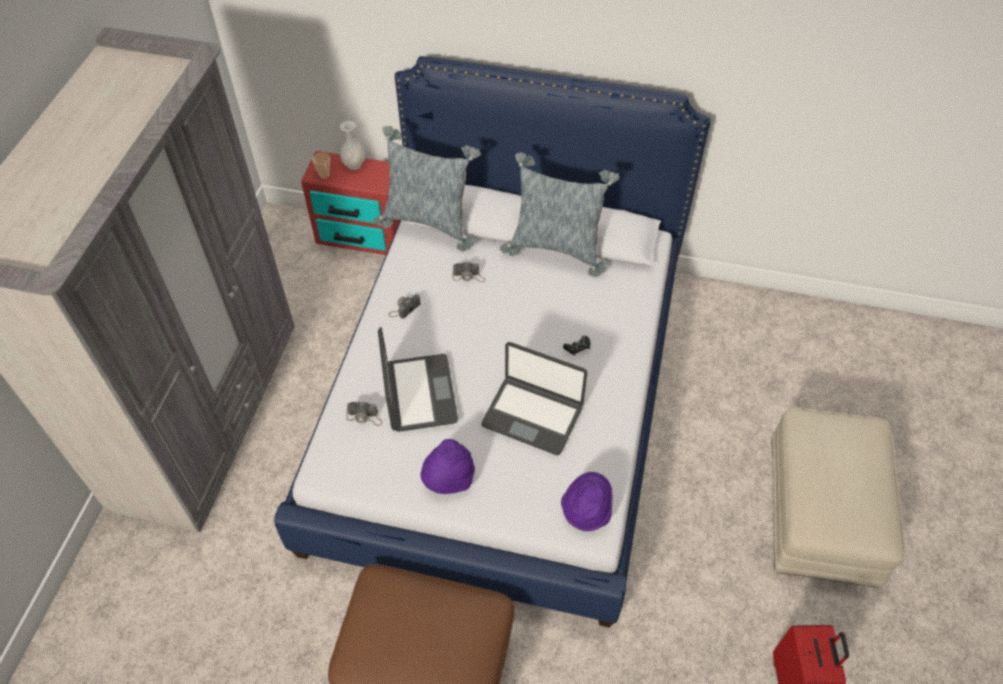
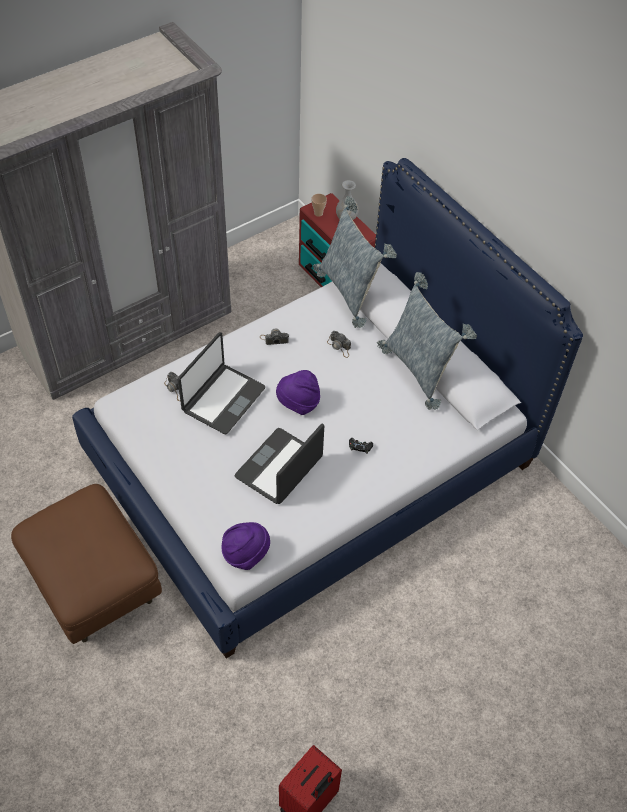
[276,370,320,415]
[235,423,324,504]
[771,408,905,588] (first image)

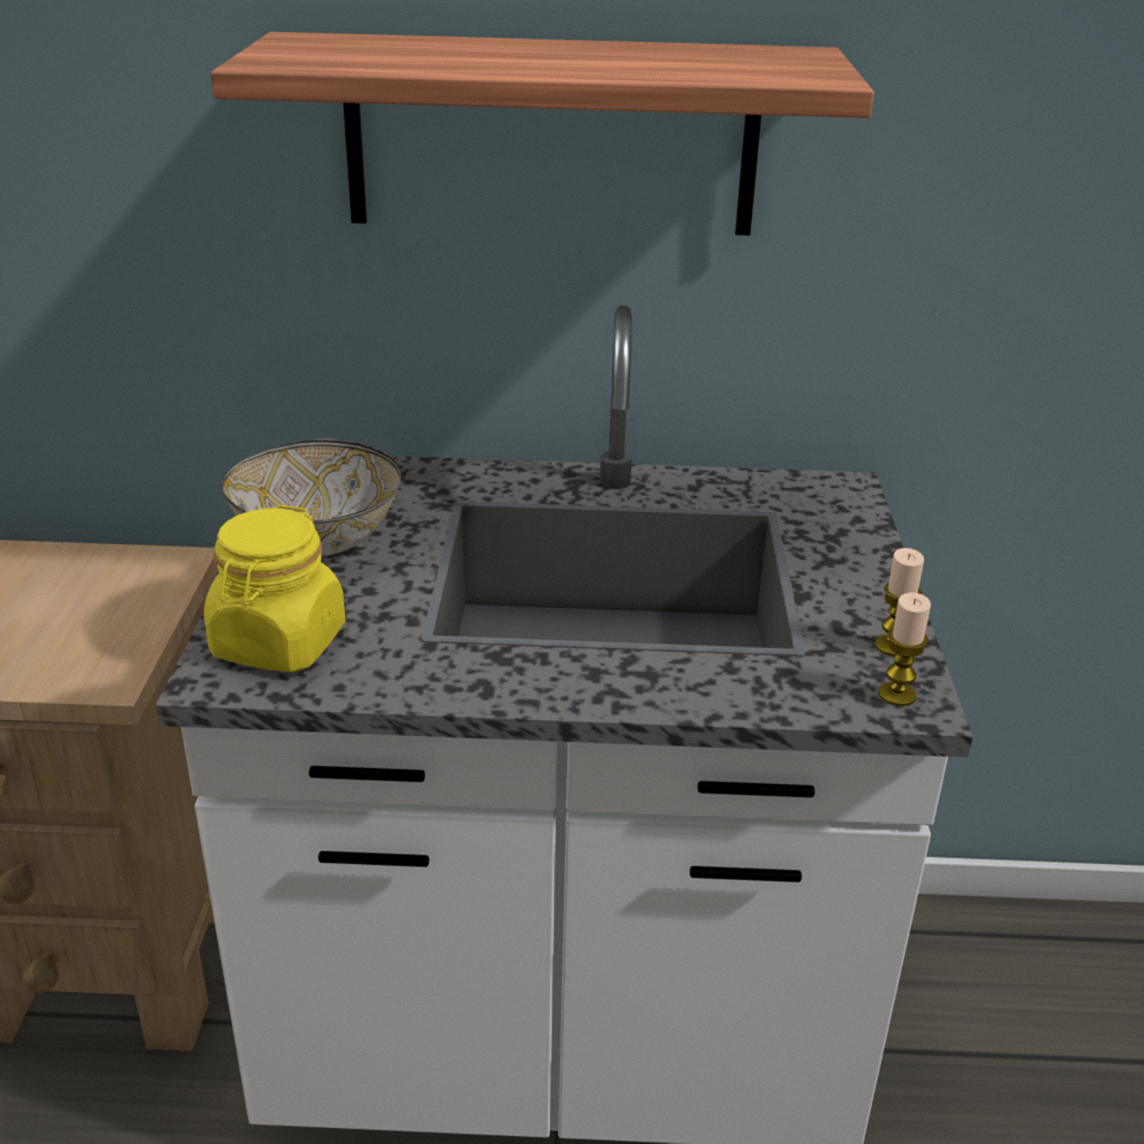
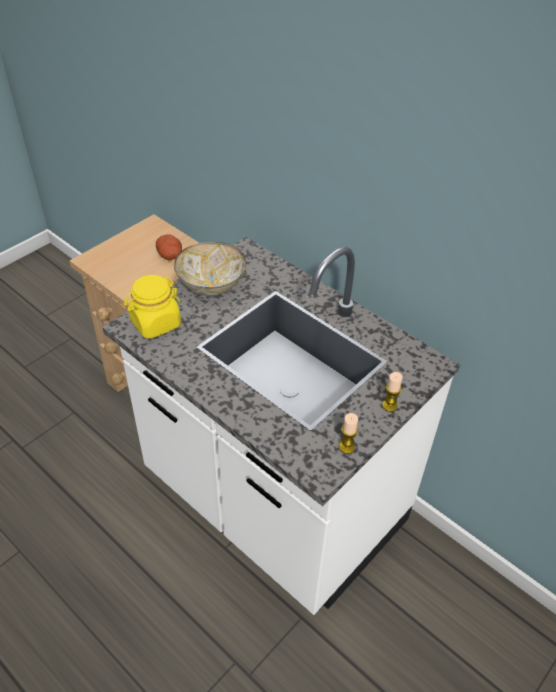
[211,32,874,236] (first image)
[382,372,402,412]
[156,235,182,260]

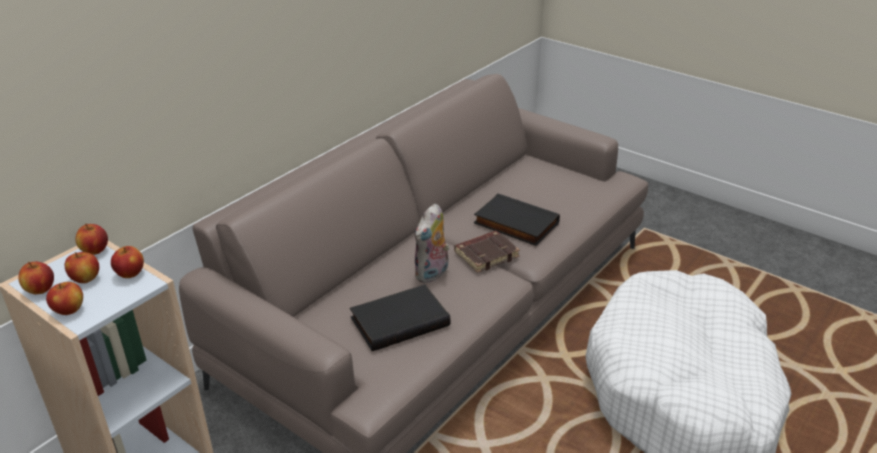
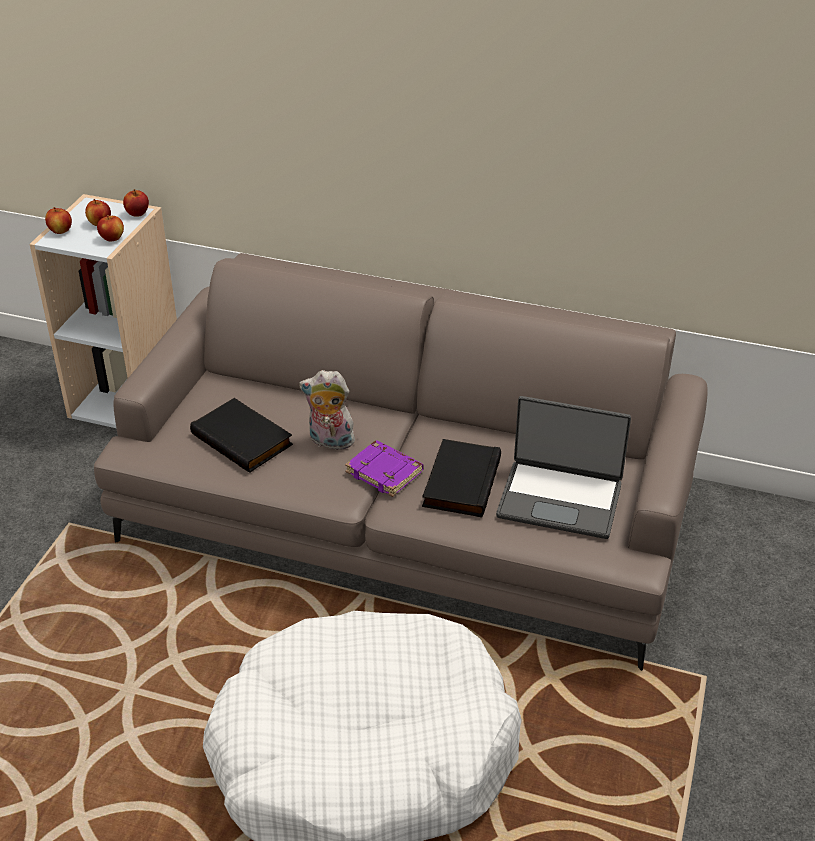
[18,262,54,294] (first image)
[345,440,424,497]
[496,396,631,539]

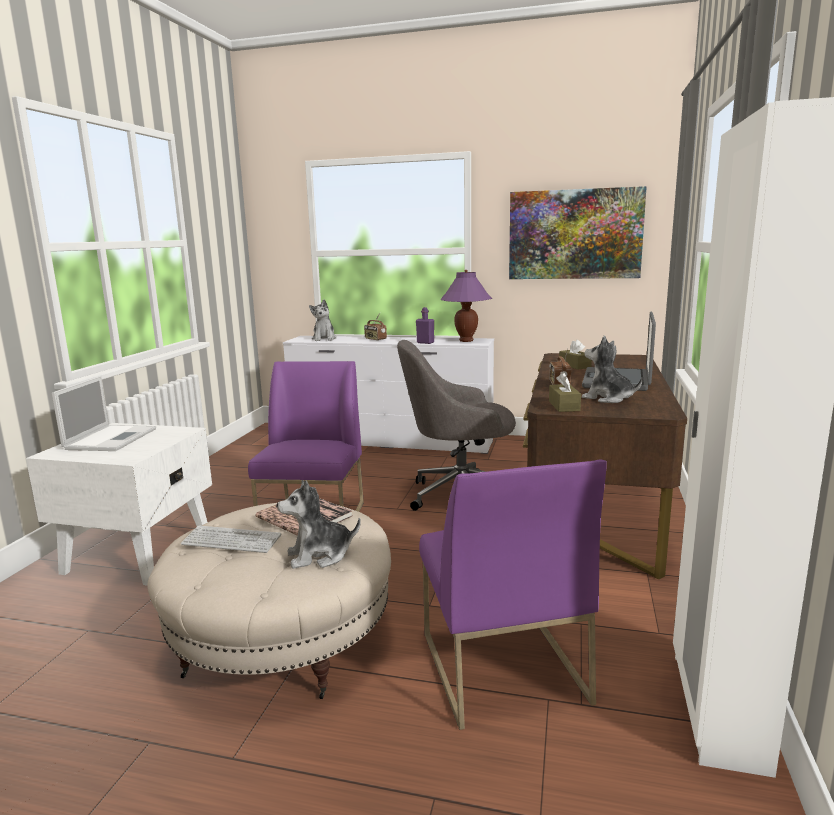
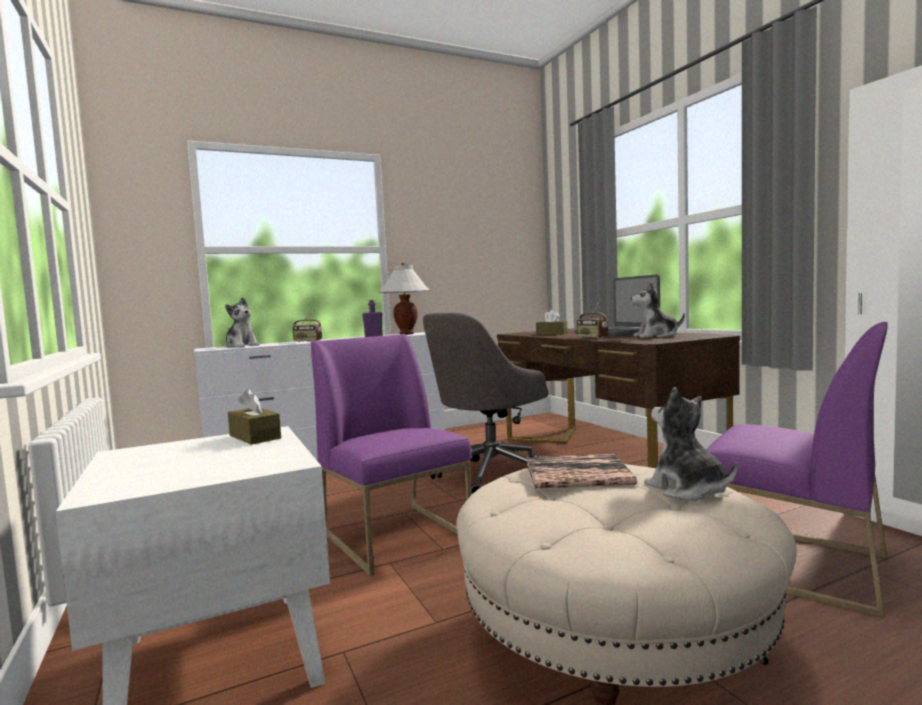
[52,376,156,451] (first image)
[181,526,281,553] (first image)
[644,387,737,501]
[378,263,430,335]
[509,186,647,279] (first image)
[228,389,281,445]

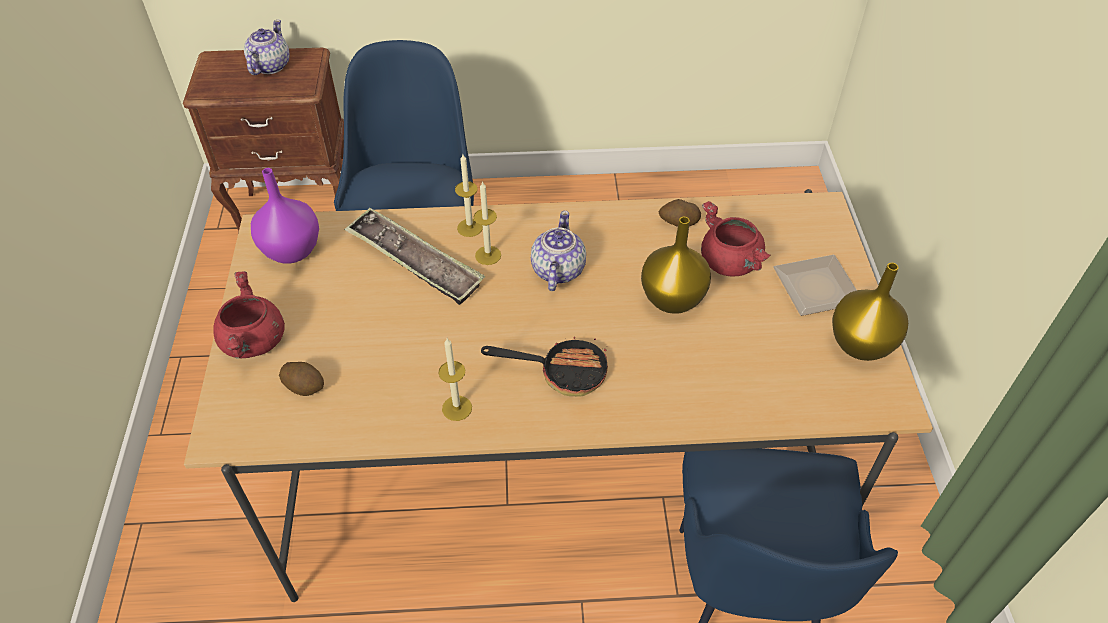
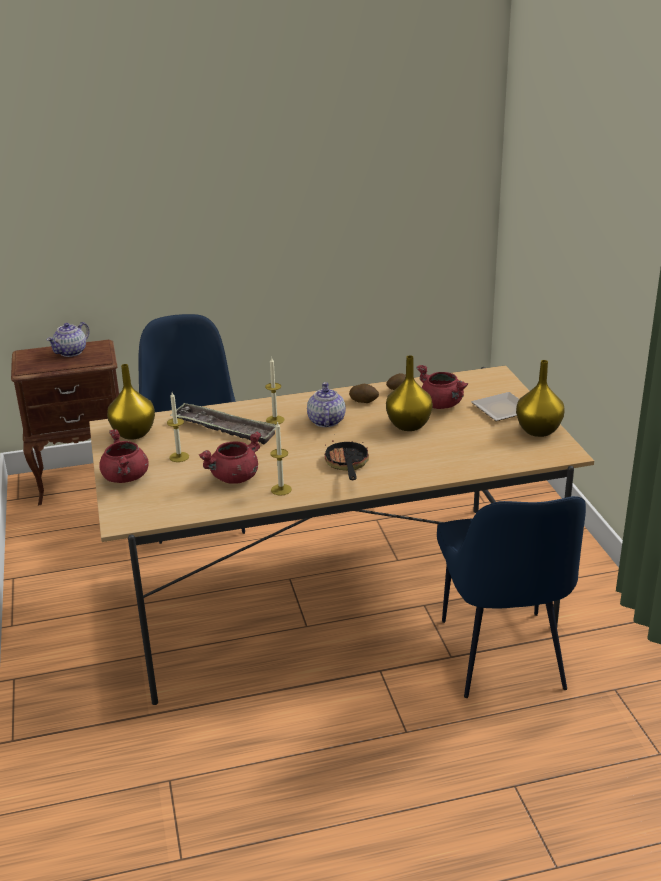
[47,322,89,357]
[107,364,155,440]
[349,384,379,403]
[167,392,189,462]
[325,440,369,480]
[198,432,262,484]

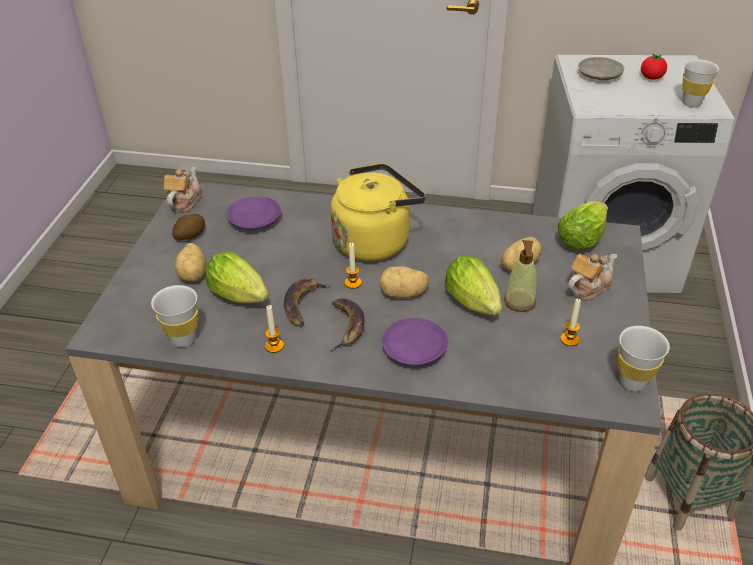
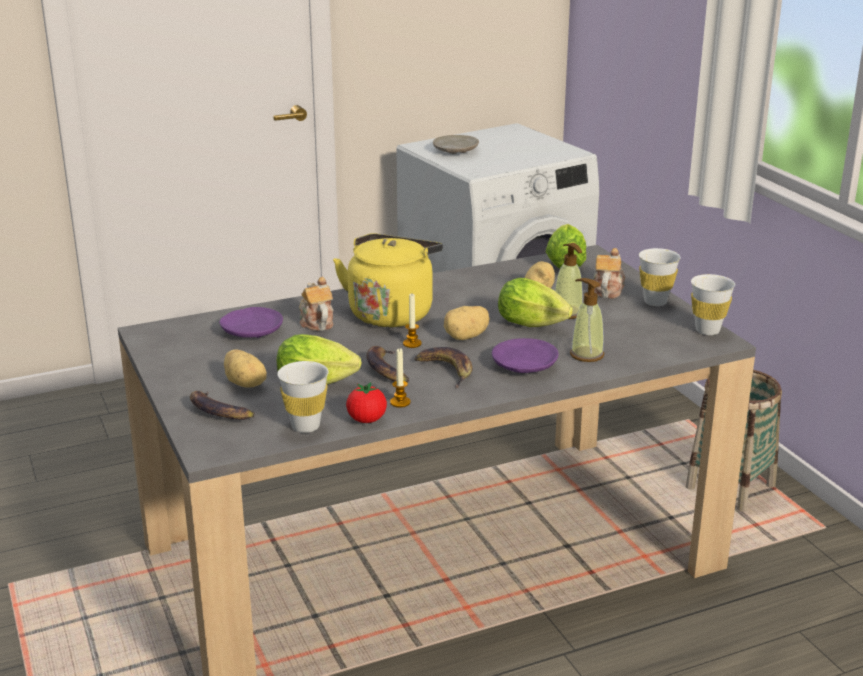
[299,277,334,331]
[172,214,205,240] (first image)
[560,298,581,346] (first image)
[346,382,387,423]
[639,248,681,306]
[190,391,255,420]
[570,278,604,362]

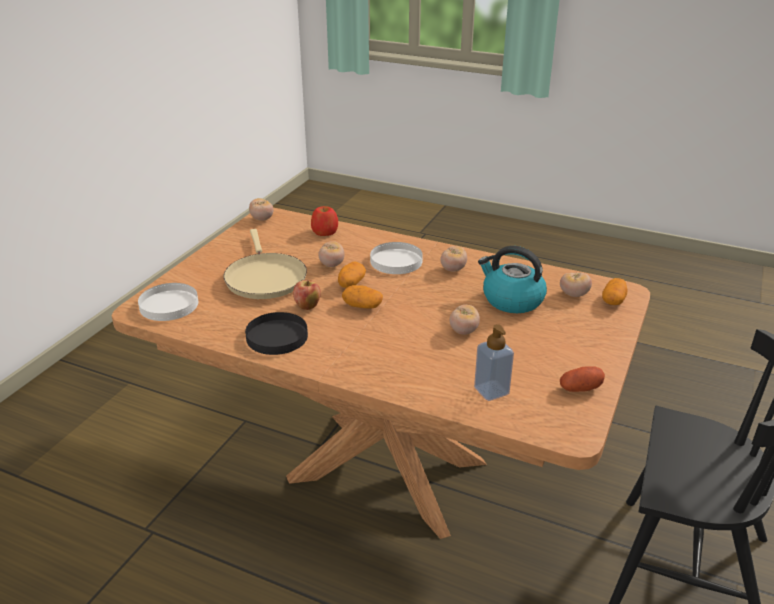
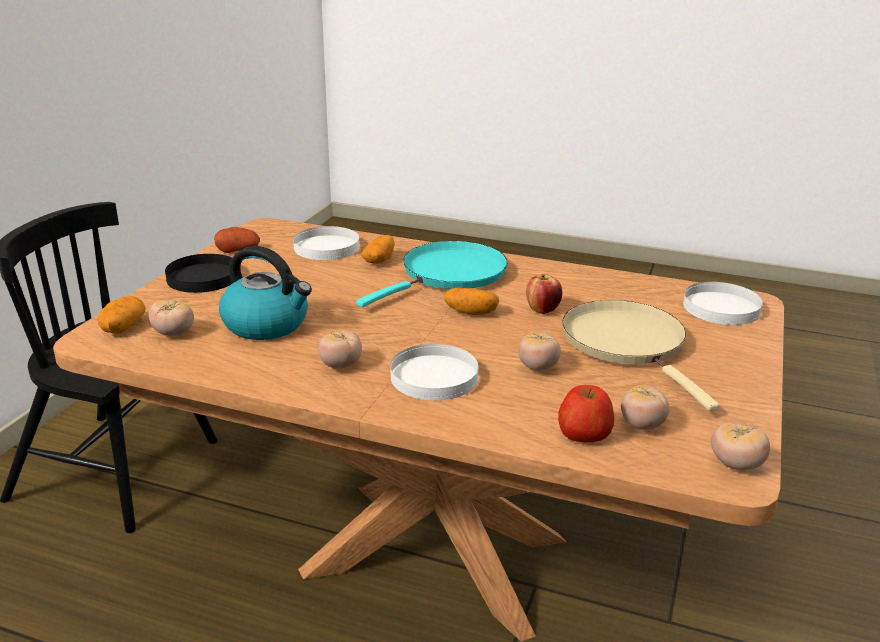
[165,254,232,293]
[361,235,395,264]
[621,385,670,430]
[293,226,359,260]
[356,241,508,307]

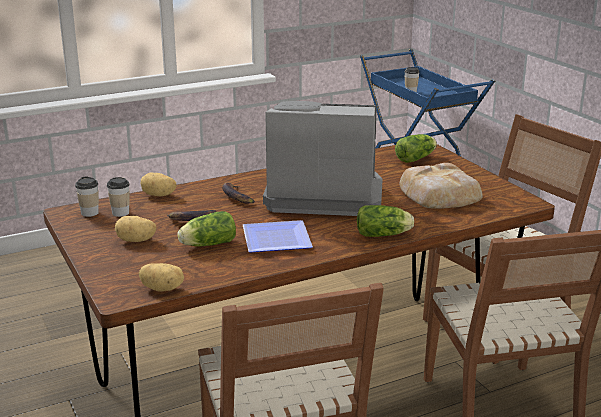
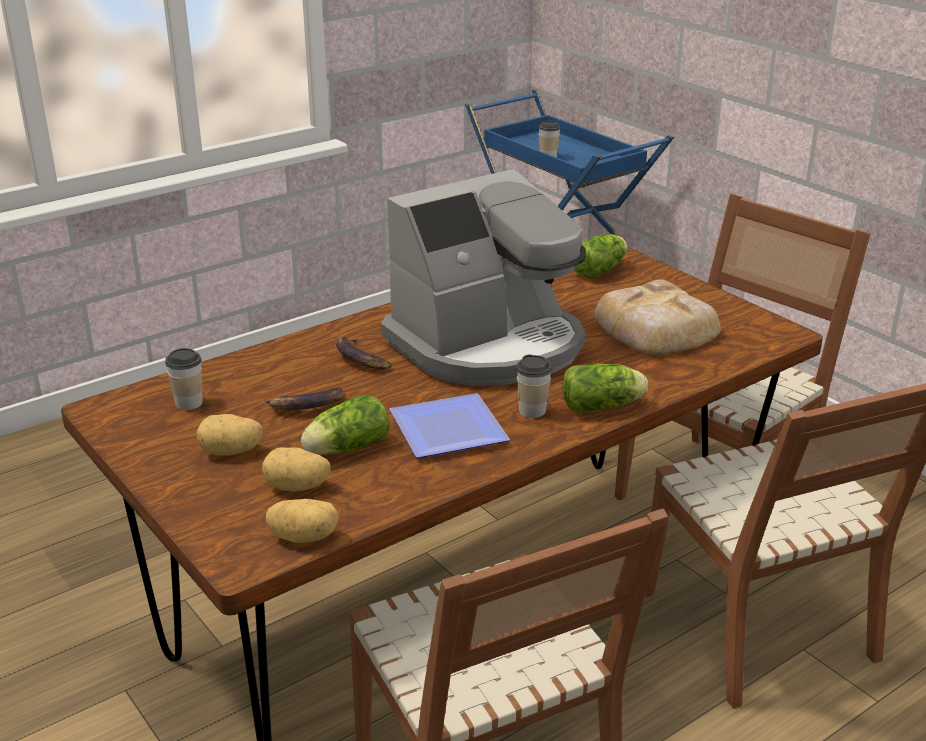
[516,354,552,418]
[262,447,330,491]
[381,169,586,386]

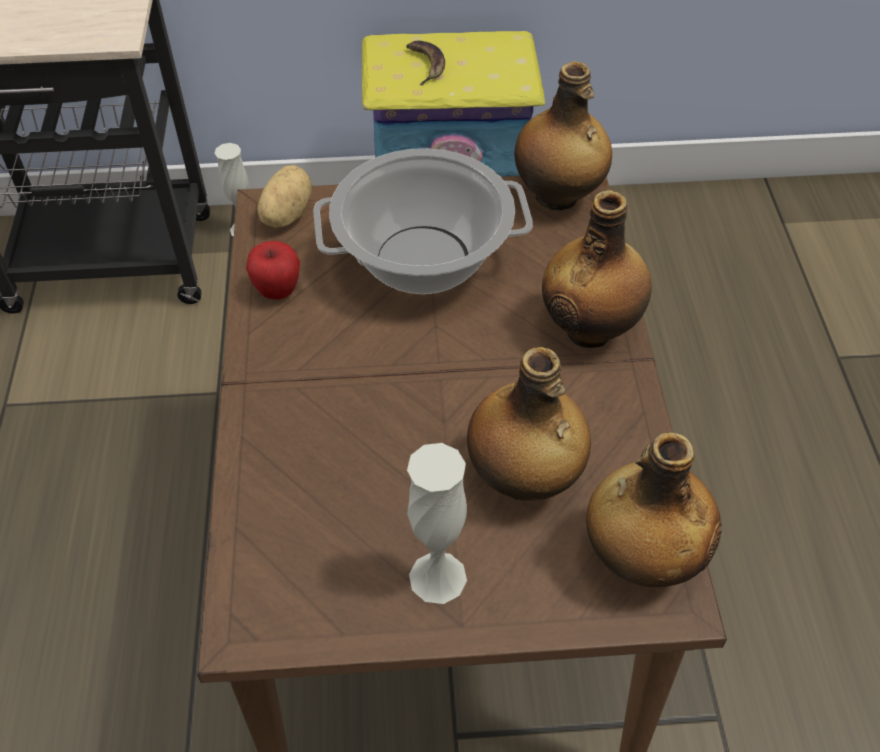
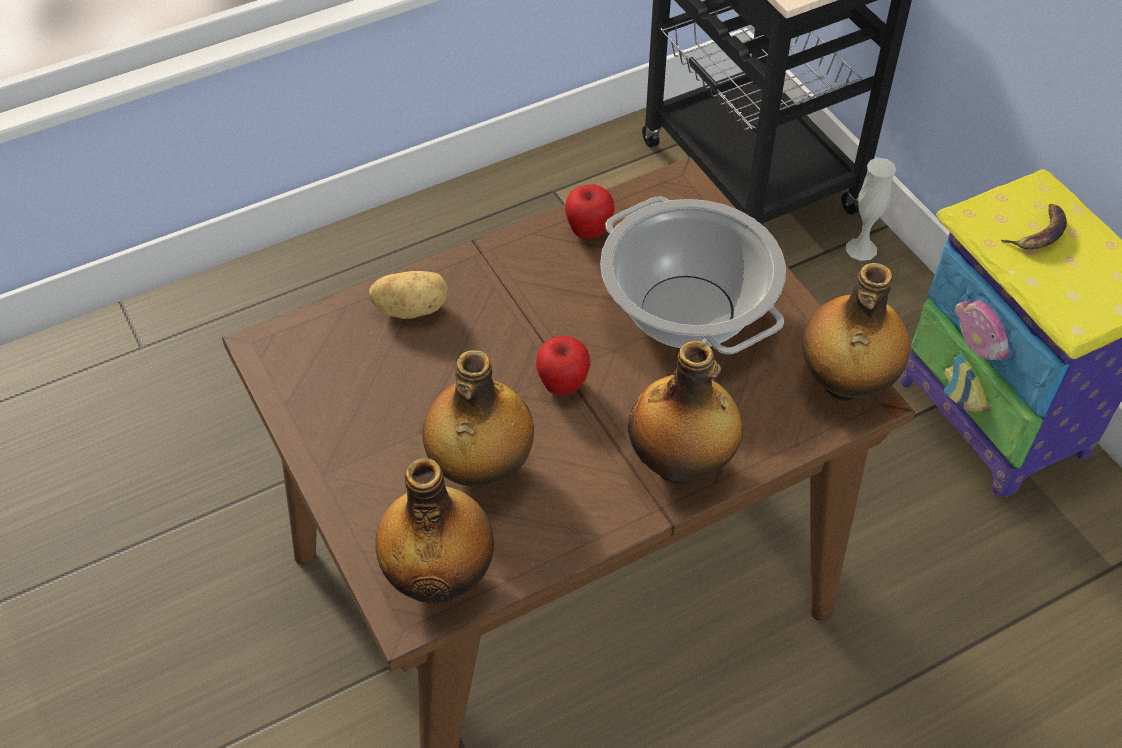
[369,271,448,319]
[407,443,467,604] (first image)
[536,336,591,395]

